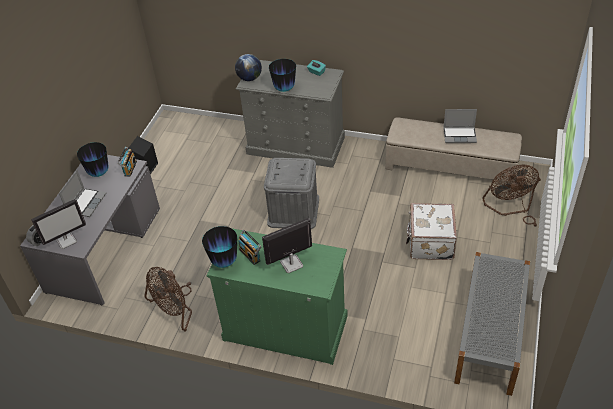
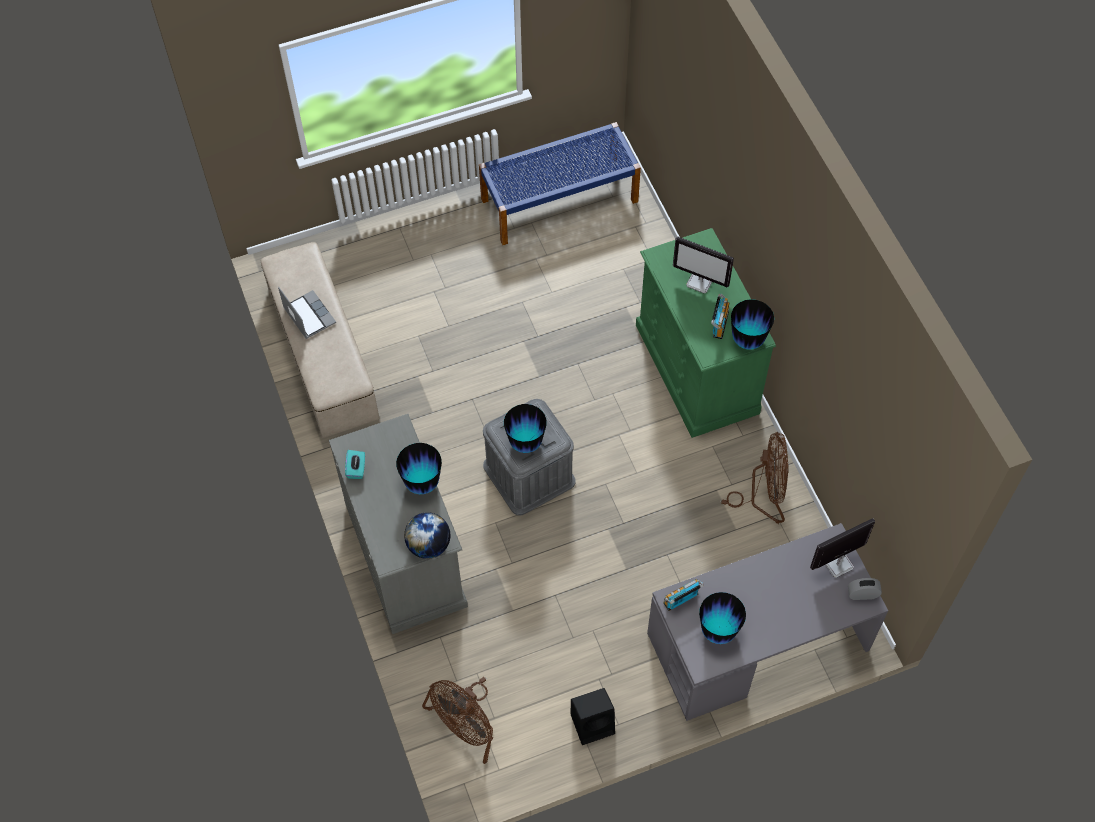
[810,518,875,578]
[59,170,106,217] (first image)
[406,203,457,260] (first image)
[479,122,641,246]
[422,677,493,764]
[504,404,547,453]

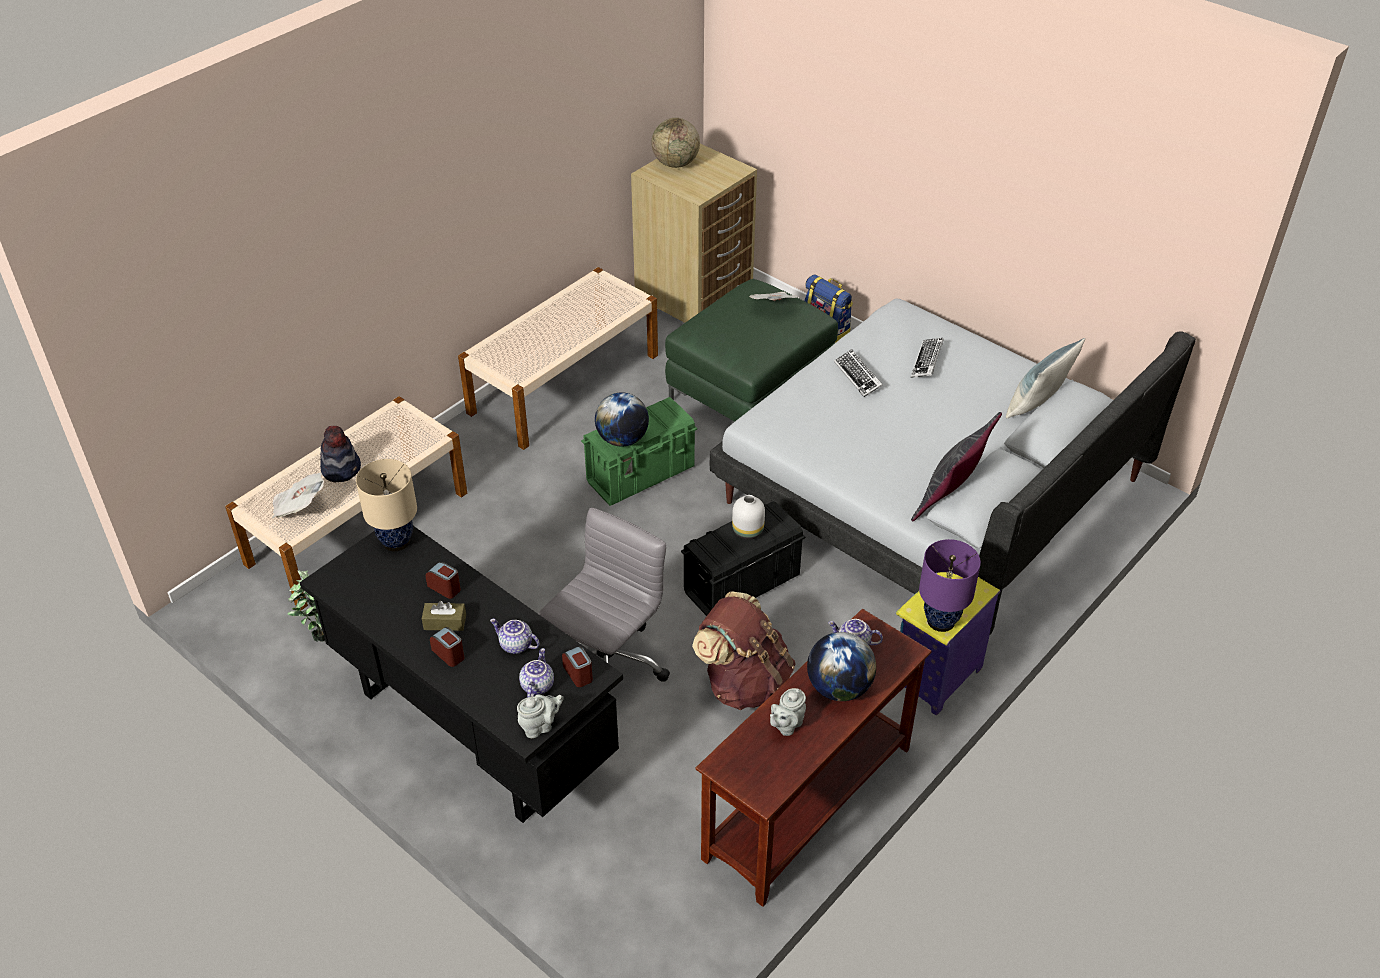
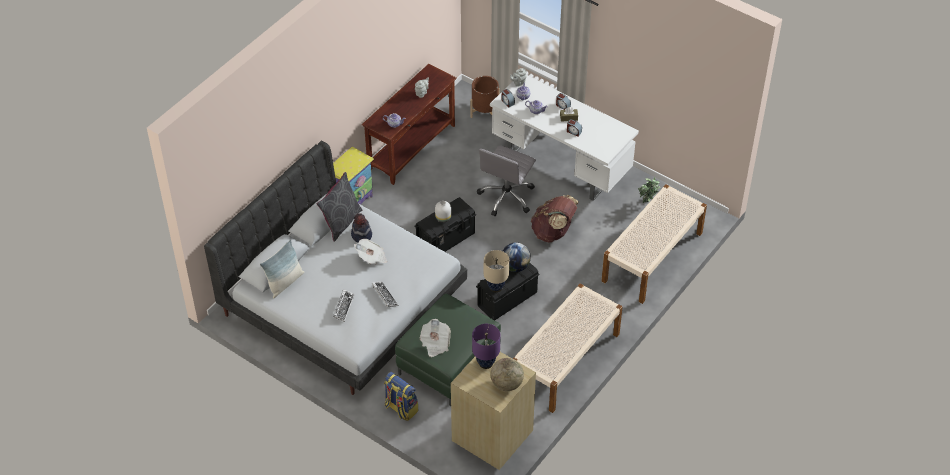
[355,239,387,265]
[490,76,639,201]
[351,213,372,242]
[484,250,509,292]
[476,263,540,320]
[531,195,579,243]
[807,632,876,701] (first image)
[472,324,500,369]
[470,76,500,118]

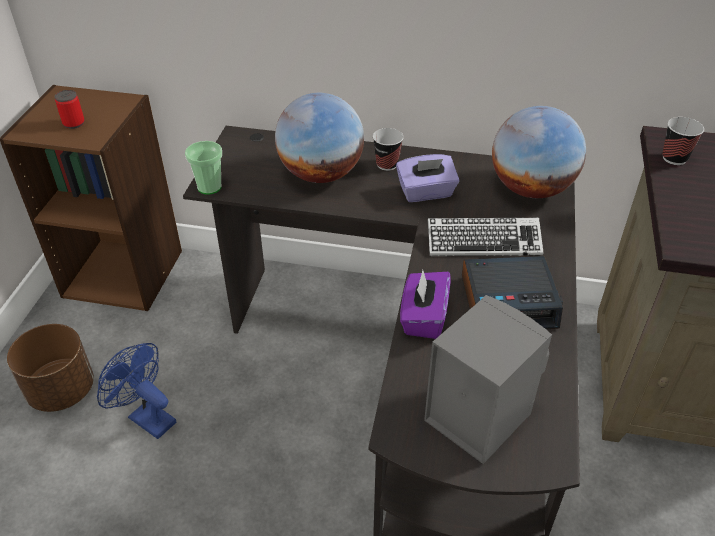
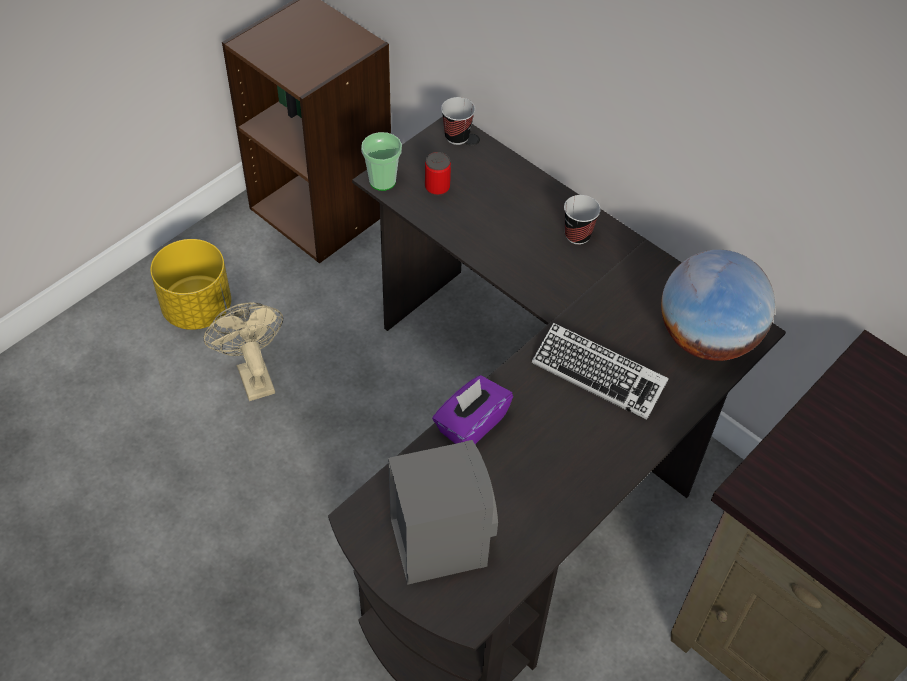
[150,239,231,330]
[425,152,451,196]
[204,302,283,401]
[275,93,364,183] (first image)
[396,154,459,202] (first image)
[462,256,563,329] (first image)
[441,97,475,145]

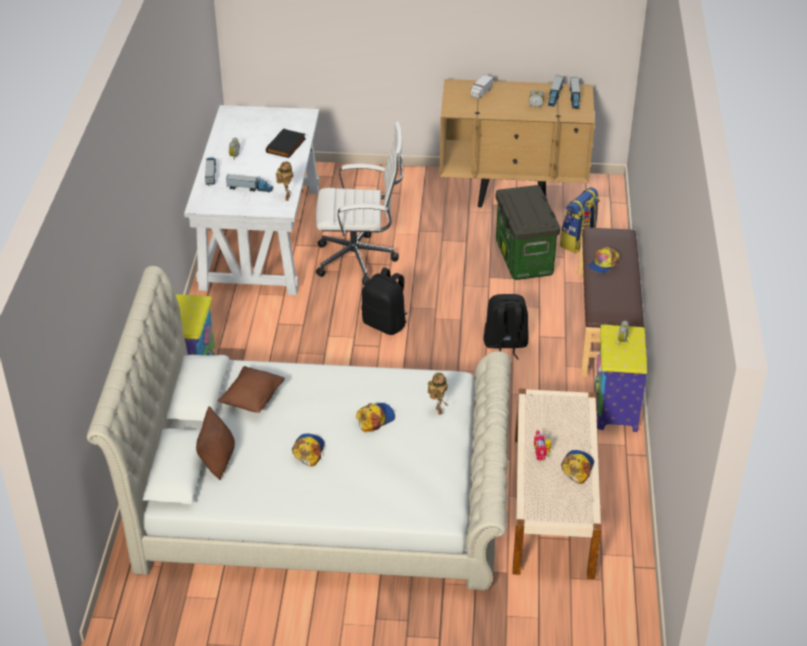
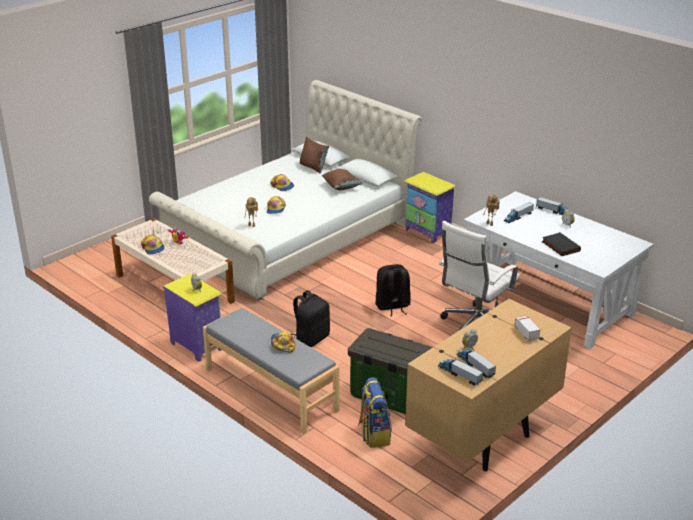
[203,308,340,434]

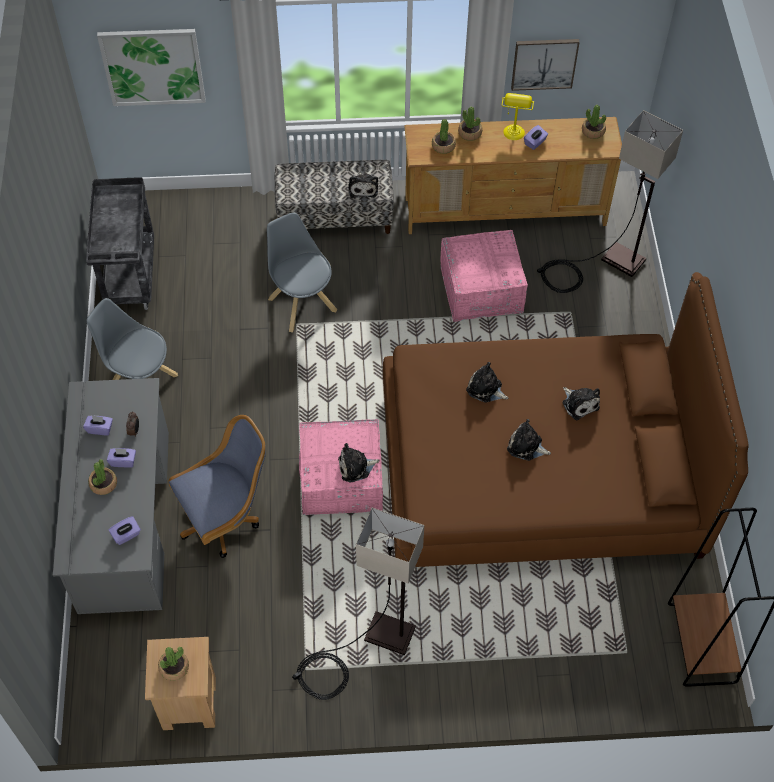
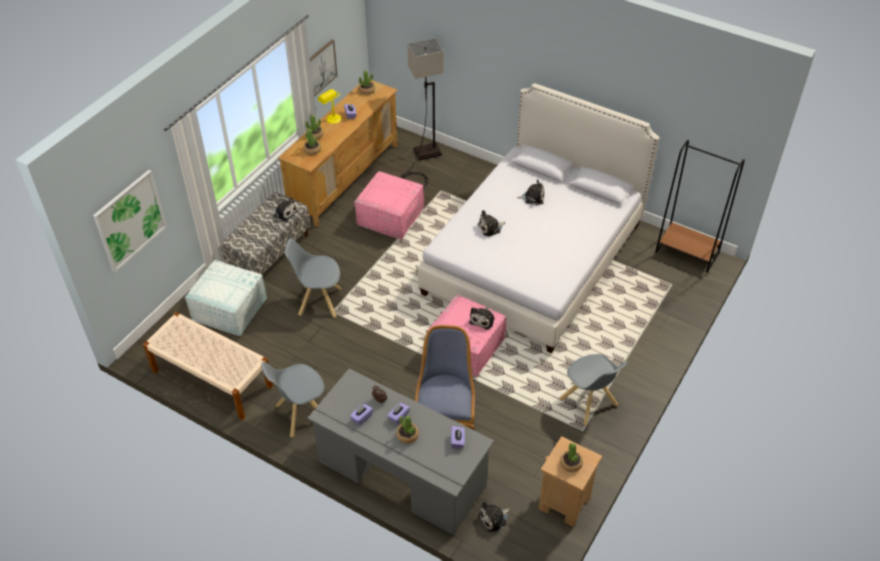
[143,312,273,421]
[559,354,627,426]
[418,83,659,353]
[478,501,510,532]
[185,260,267,336]

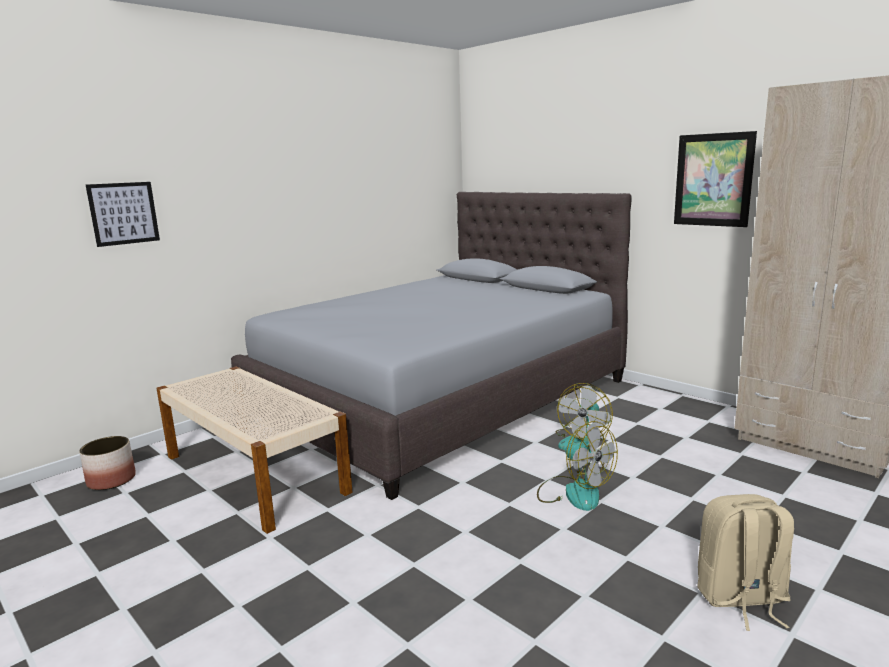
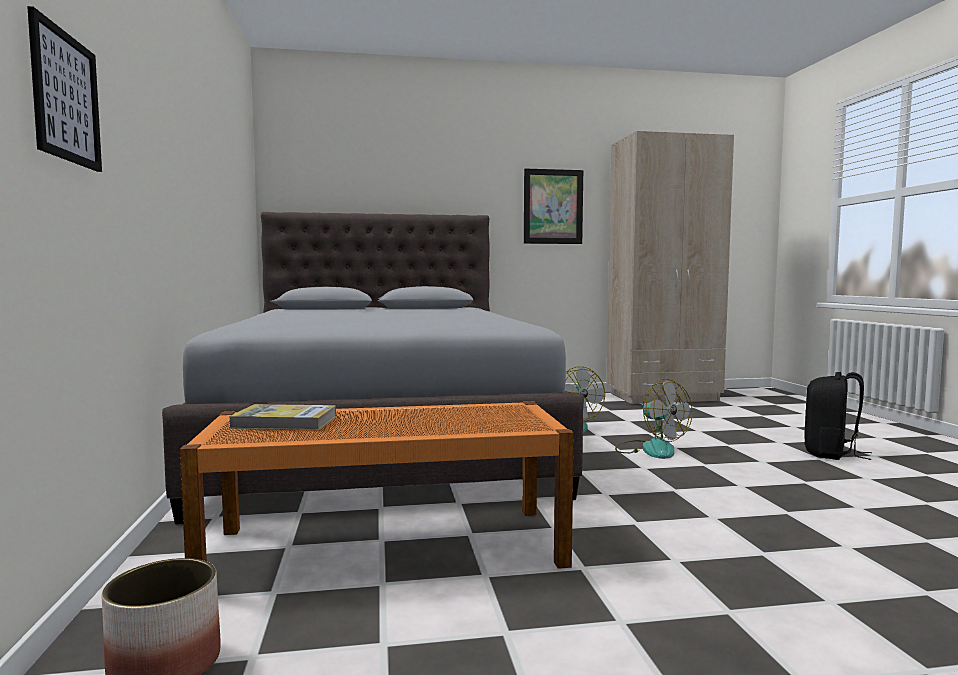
[180,402,574,569]
[615,379,693,459]
[804,372,871,460]
[229,404,336,430]

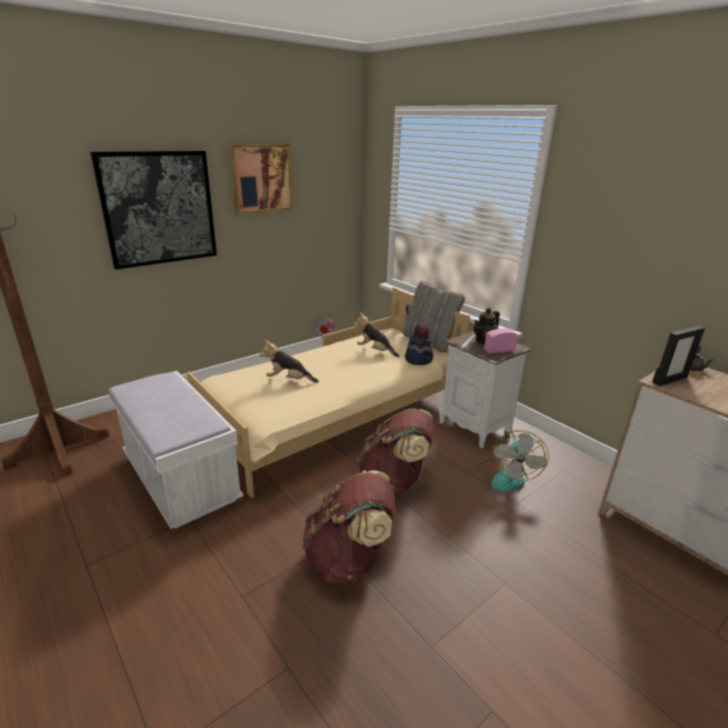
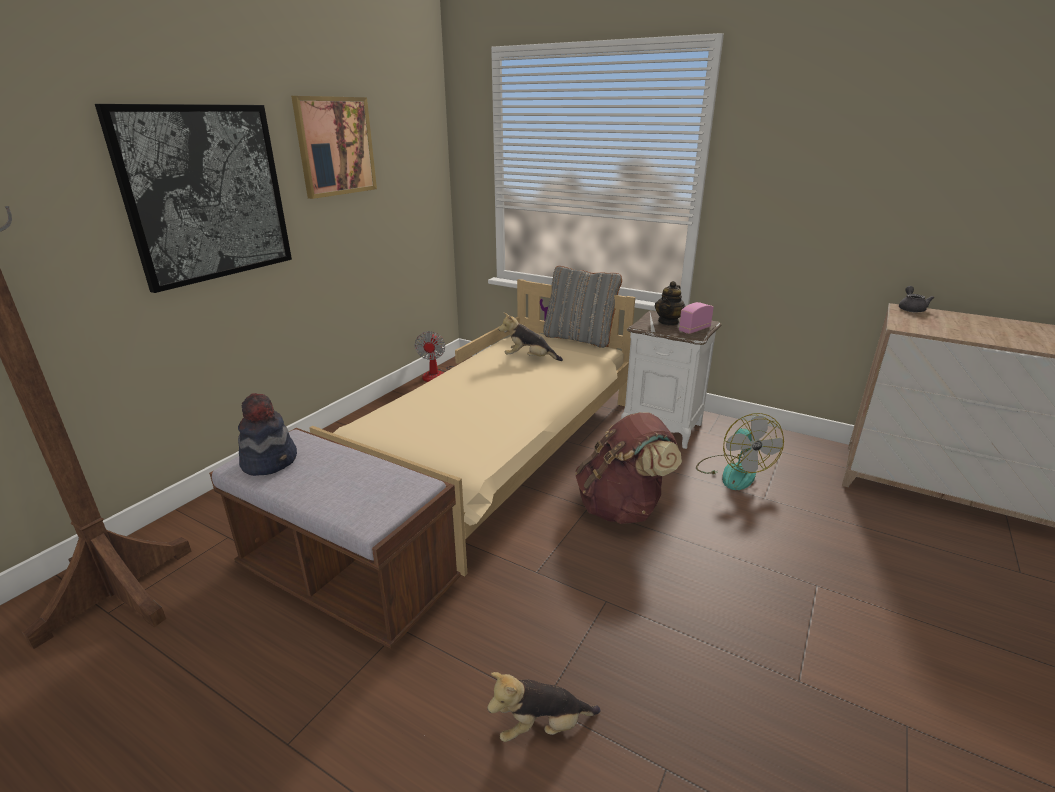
[209,428,461,649]
[487,672,601,742]
[302,470,395,584] (first image)
[238,393,297,476]
[652,326,705,386] (first image)

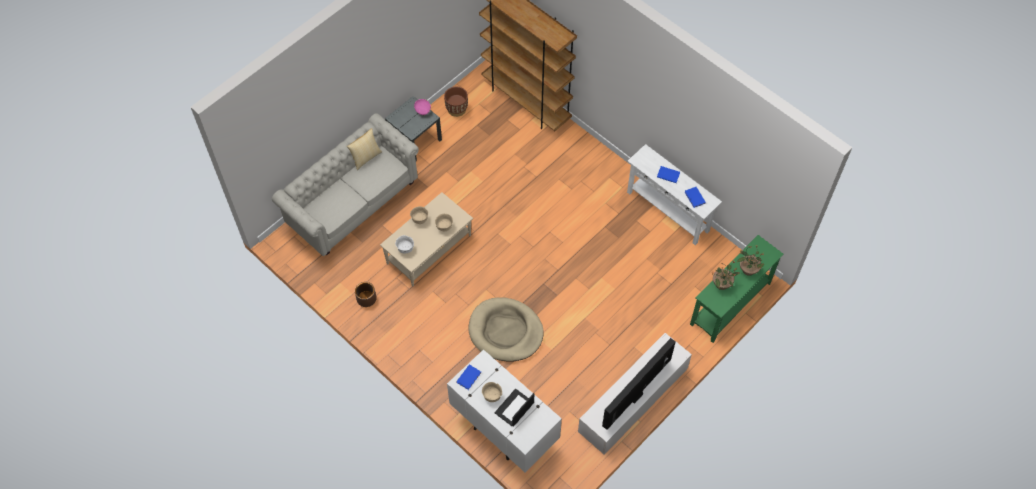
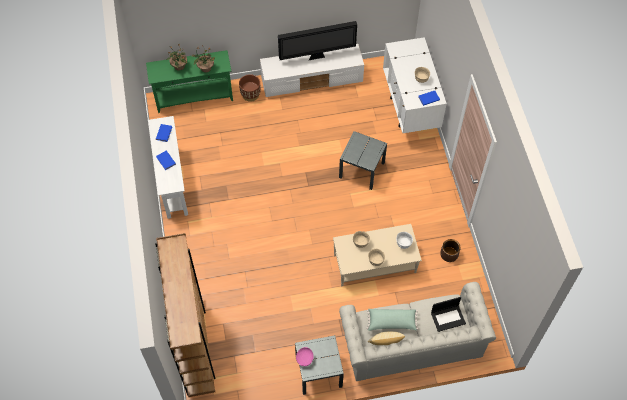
[239,74,261,102]
[339,131,387,190]
[431,297,466,332]
[366,309,418,331]

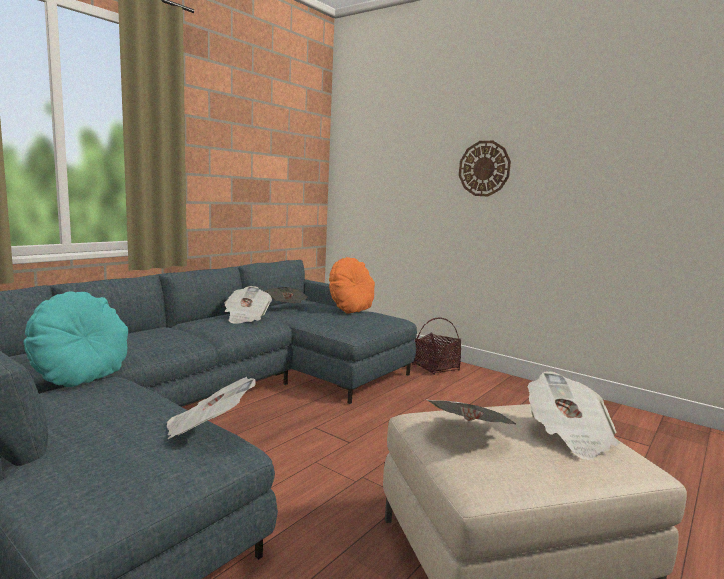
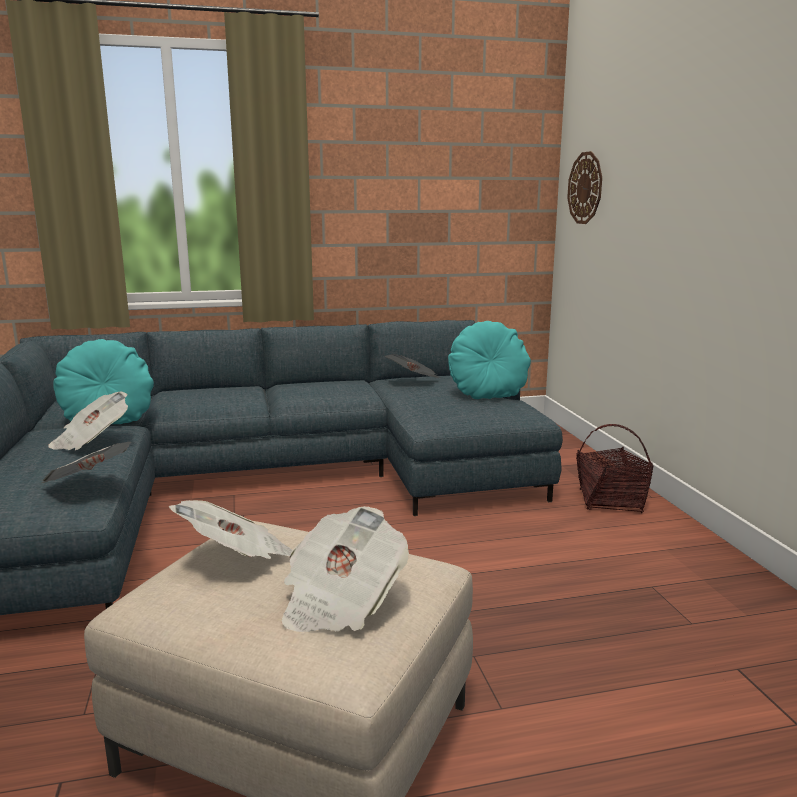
[49,392,128,450]
[448,321,531,399]
[567,151,602,224]

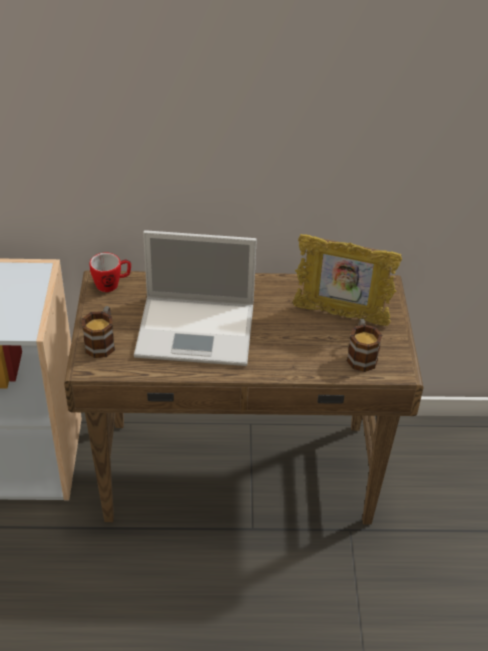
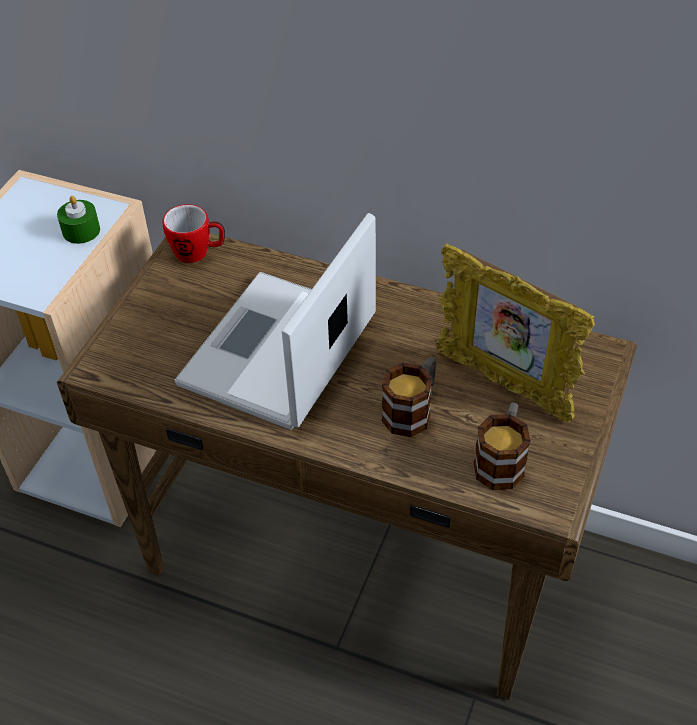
[382,357,436,437]
[175,213,376,430]
[57,196,100,244]

